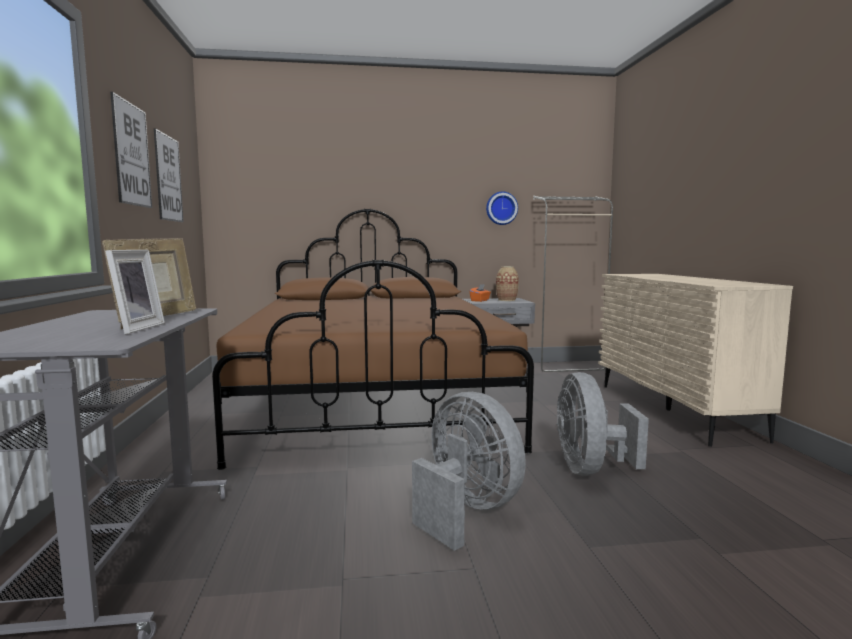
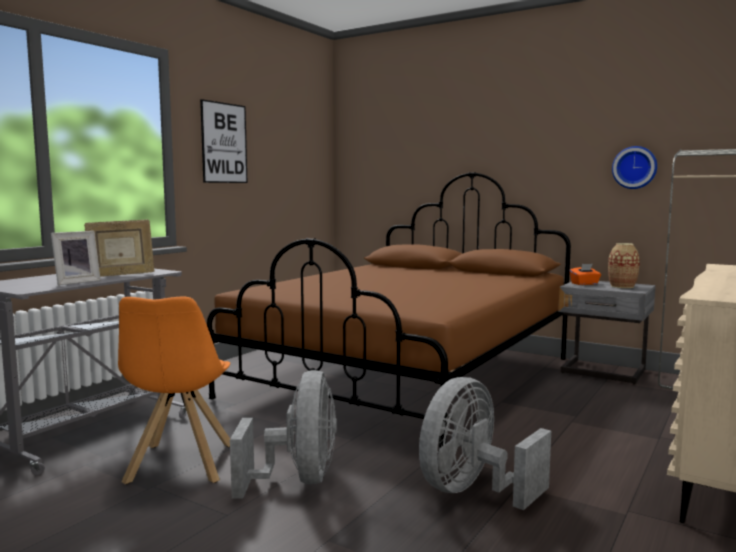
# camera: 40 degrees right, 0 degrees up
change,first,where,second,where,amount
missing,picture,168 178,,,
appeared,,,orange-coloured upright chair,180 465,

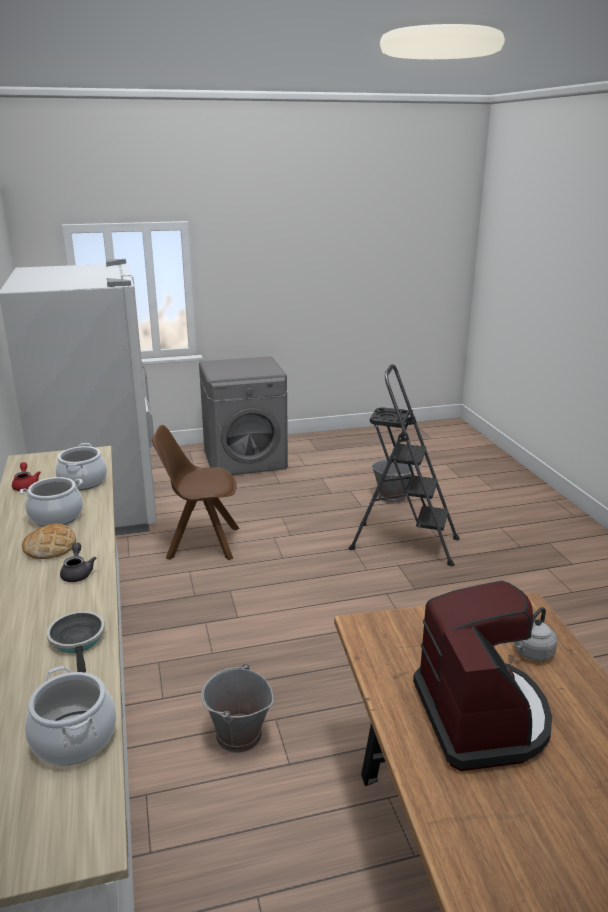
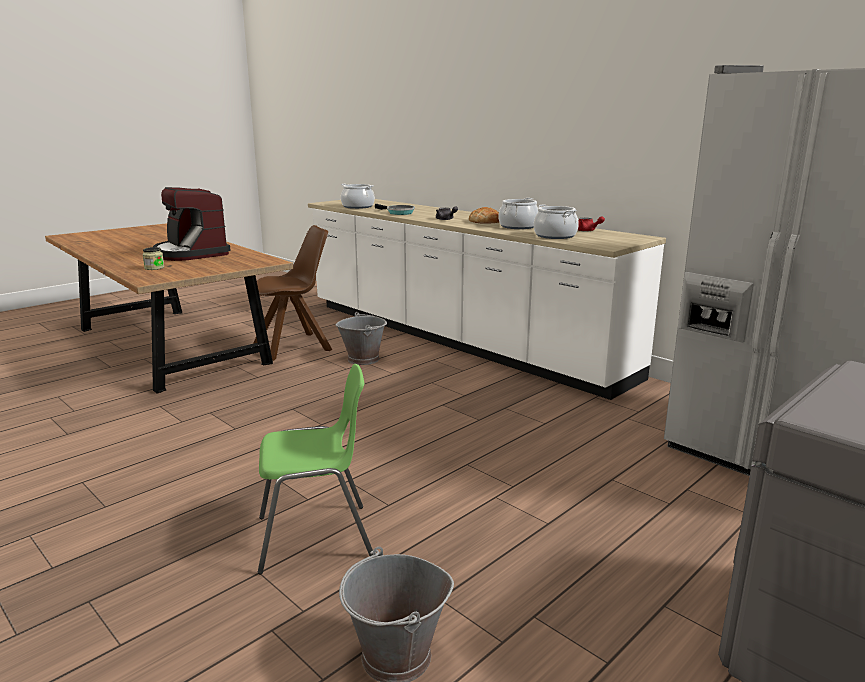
# camera: 150 degrees right, 5 degrees down
change,first,where,second,where,amount
relocated,brown upright chair,201 543,,294 346,
exchanged,stepladder,403 543,green-coloured upright chair,316 537,
exchanged,grey water kettle,532 653,storage jar,154 268,

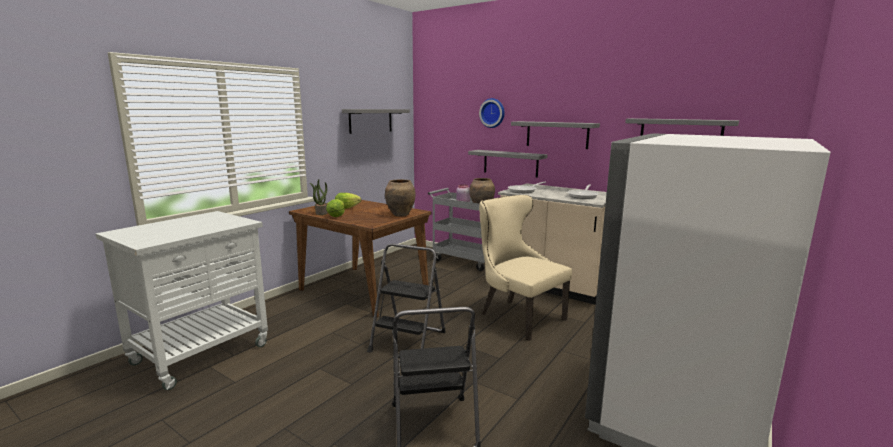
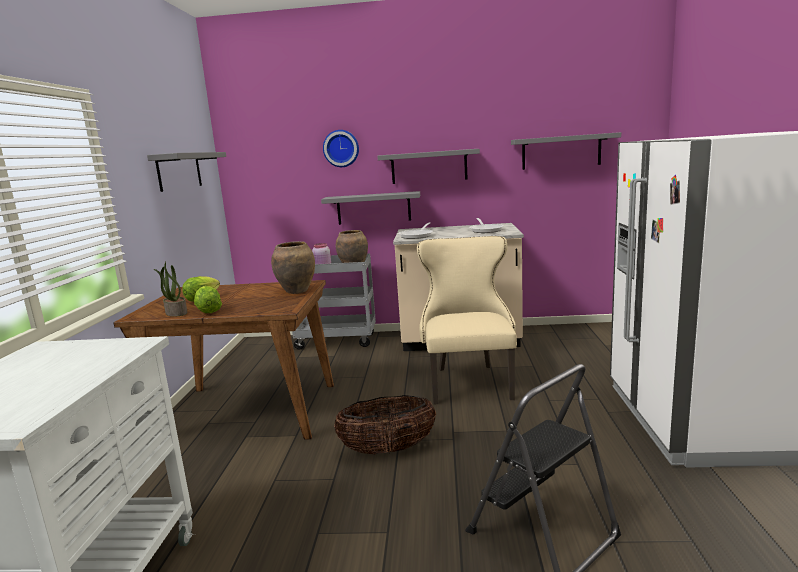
# camera: 30 degrees left, 0 degrees up
change,first,where,second,where,amount
exchanged,black-coloured stepladder,410 340,storage basket,388 449,
spun,beige upright chair,518 317,,468 382,75 degrees clockwise

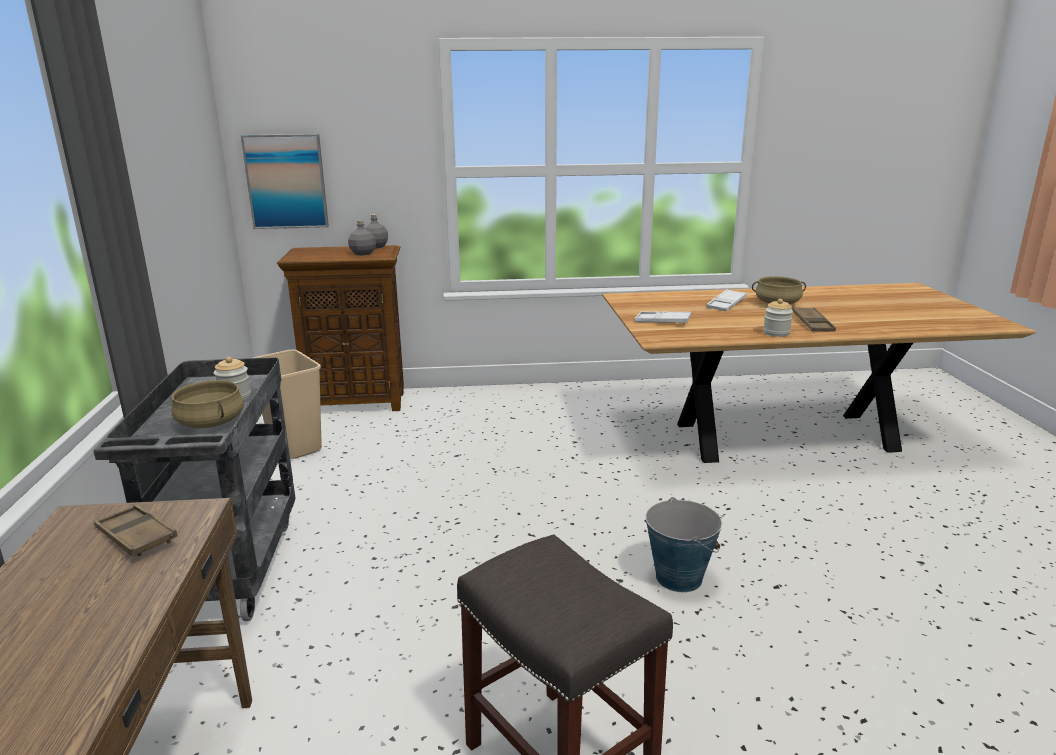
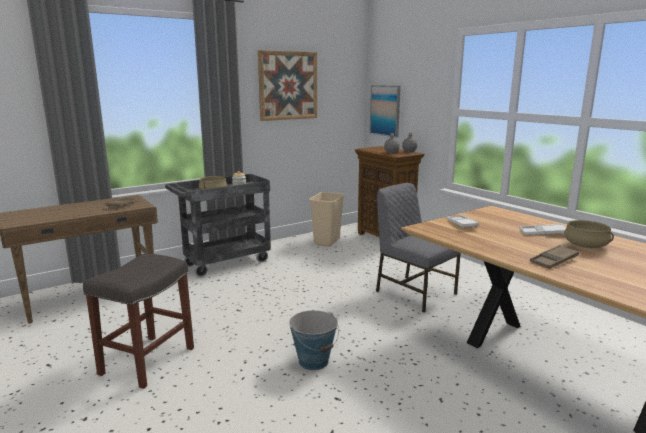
# camera: 60 degrees right, 5 degrees down
change,first,where,second,where,amount
missing,storage jar,776 333,,,
appeared,,,picture,288 85,
appeared,,,grey upright chair,414 292,

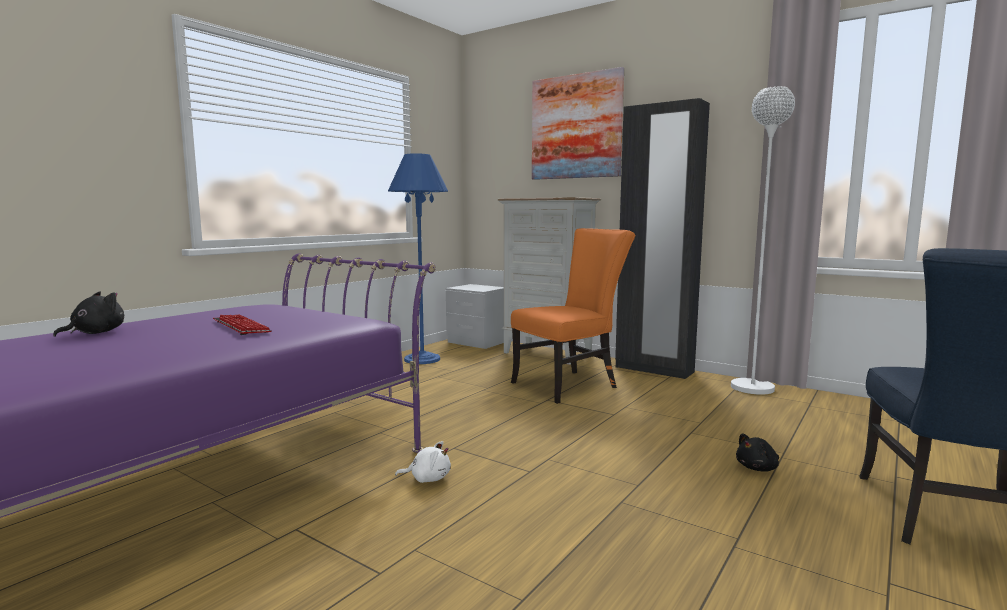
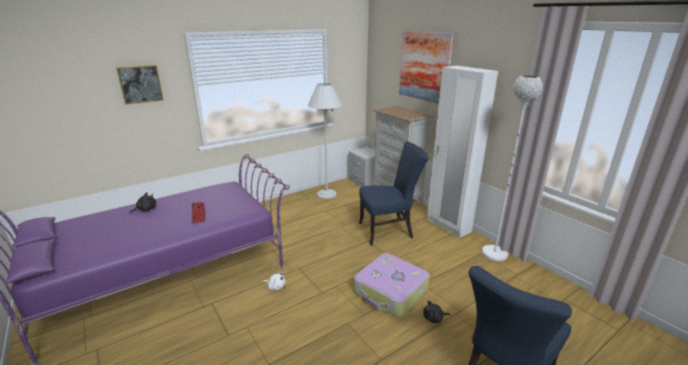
# camera: 20 degrees right, 15 degrees up
change,first,where,second,where,amount
appeared,,,picture,140 84,
appeared,,,suitcase,390 292,
colour,bluish standing lamp,422 359,whitish standing lamp,326 194,
colour,orange-coloured upright chair,570 384,bluish upright chair,389 230,
colour,black-coloured armoire,654 369,whitish armoire,448 225,

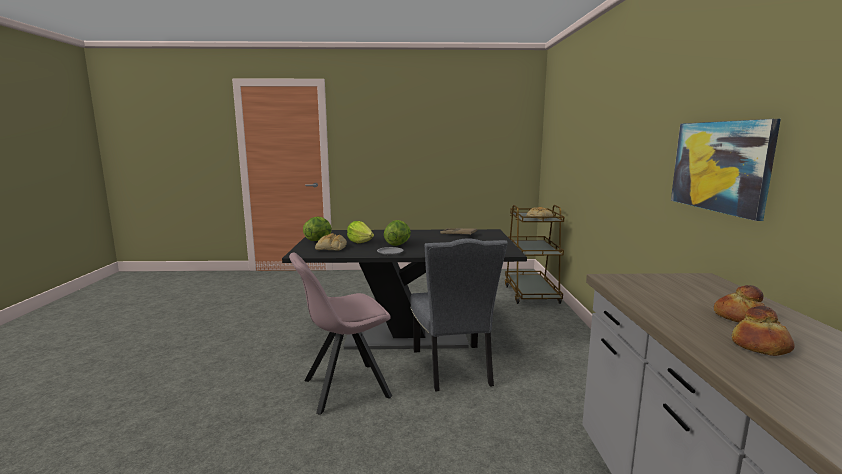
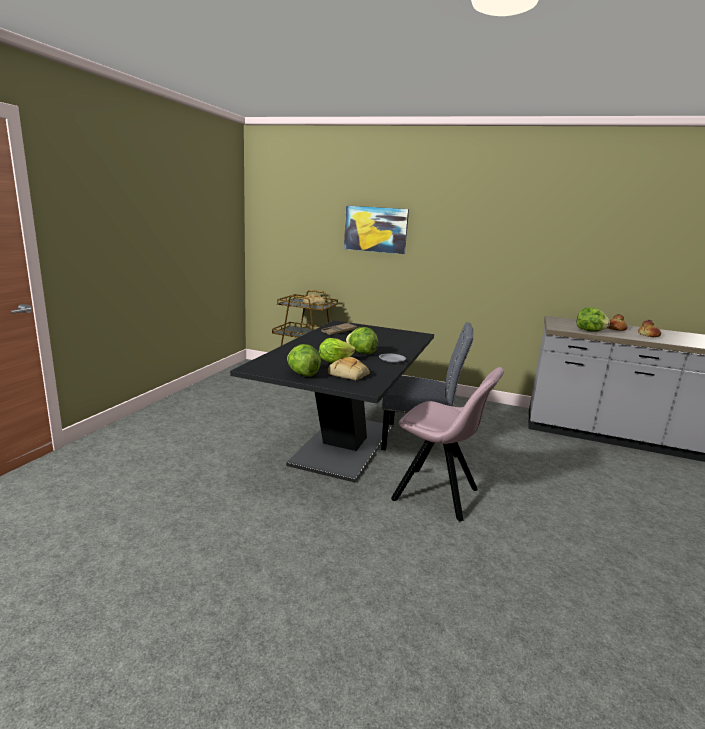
# camera: 70 degrees left, 5 degrees up
change,first,where,second,where,amount
appeared,,,lettuce,590 331,
relocated,picture,720 166,,375 229,
spun,pink upright chair,345 388,,436 494,60 degrees counterclockwise

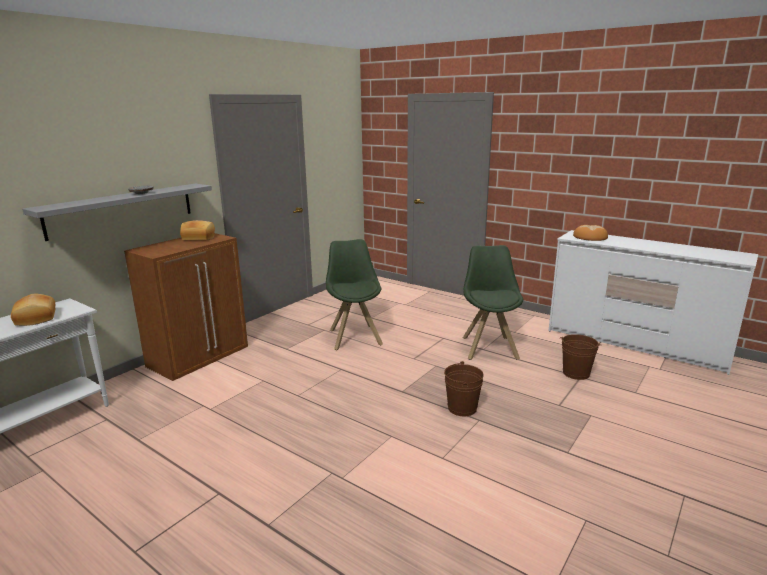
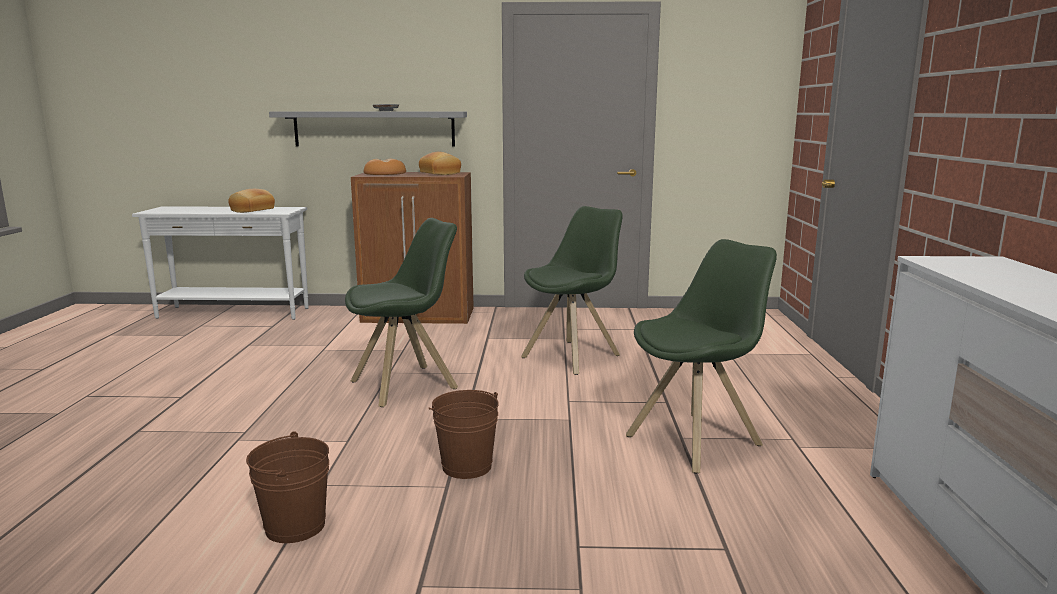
# camera: 55 degrees right, 5 degrees down
change,first,where,second,where,amount
appeared,,,green-coloured upright chair,405 385,
relocated,brown bucket,576 373,,295 526,
relocated,bread,589 237,,385 173,

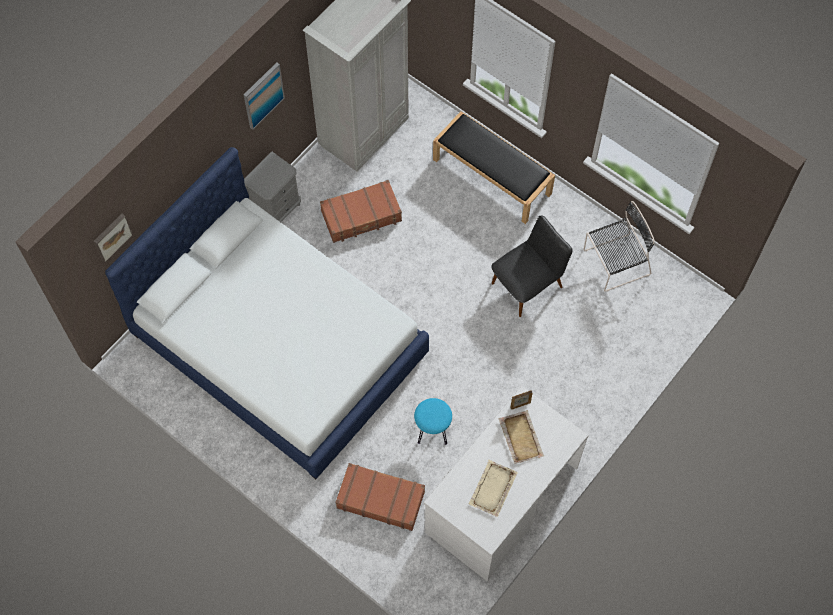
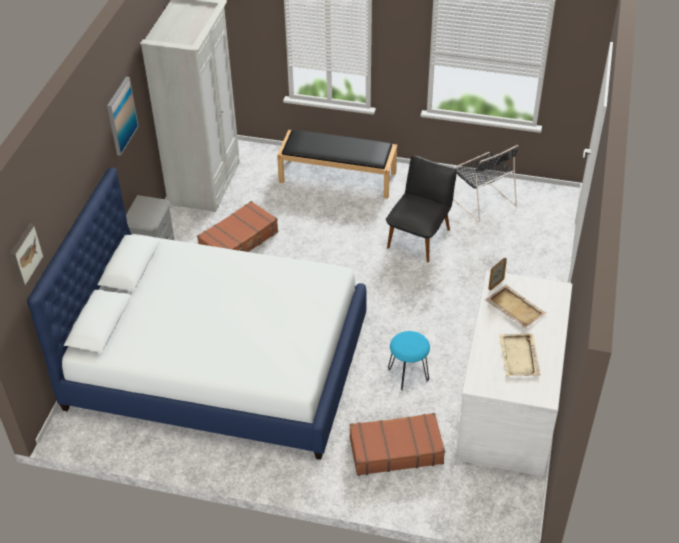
# camera: 25 degrees left, 20 degrees down
change,first,where,second,where,amount
spun,black-coloured upright chair,614 263,,481 199,105 degrees clockwise

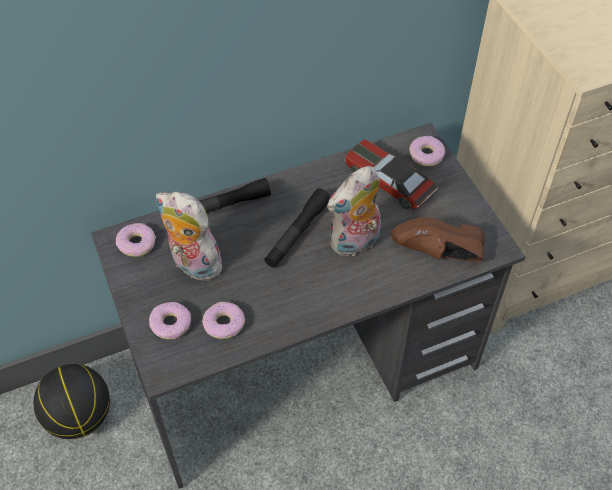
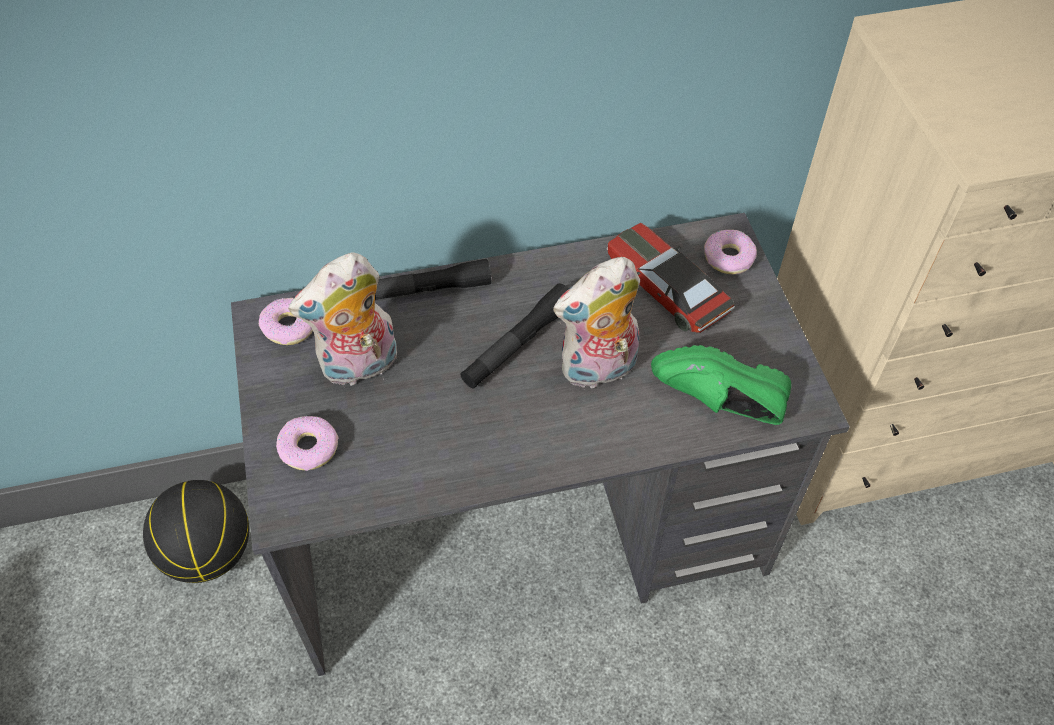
# camera: 10 degrees right, 0 degrees up
change,first,where,second,where,amount
missing,ring doughnut,224 324,,,
colour,brown item of footwear,439 254,green-coloured item of footwear,719 404,
spun,plush toy,192 264,,359 367,75 degrees counterclockwise

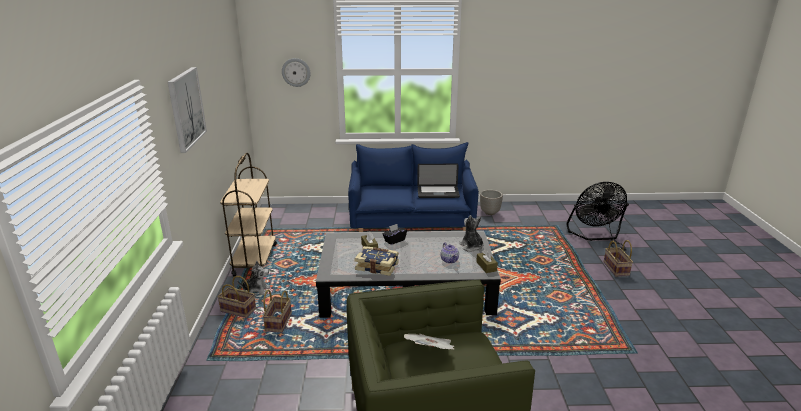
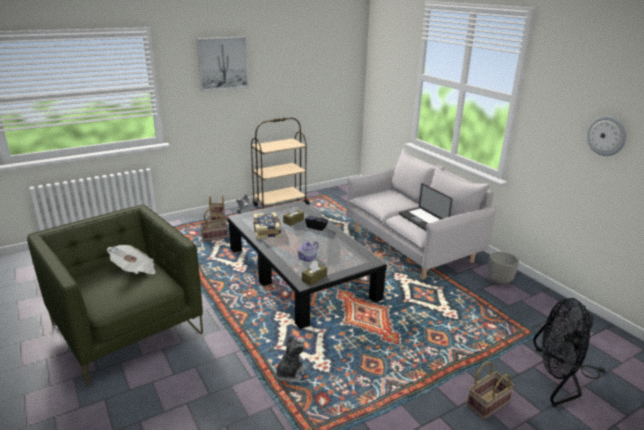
# camera: 60 degrees right, 0 degrees up
change,first,where,second,where,amount
relocated,wall clock,296 72,,606 135,
relocated,plush toy,471 247,,290 373,
colour,bluish sofa,411 225,grey sofa,410 245,
spun,black-coloured cooling fan,600 236,,561 376,135 degrees counterclockwise

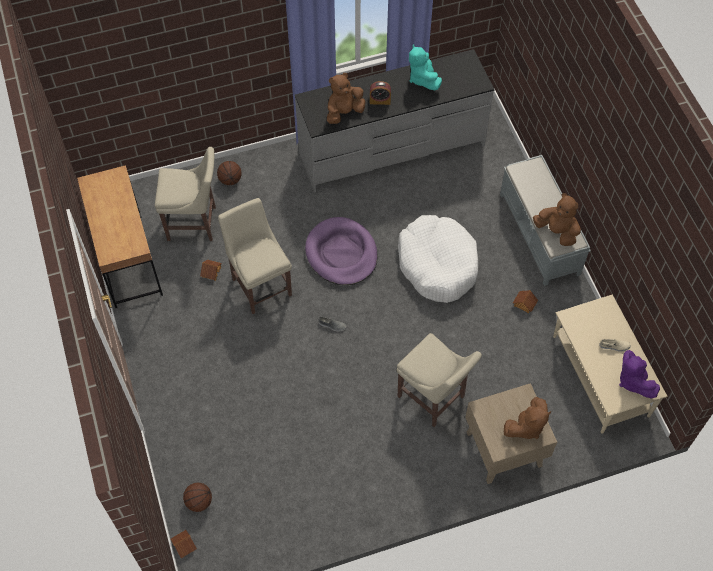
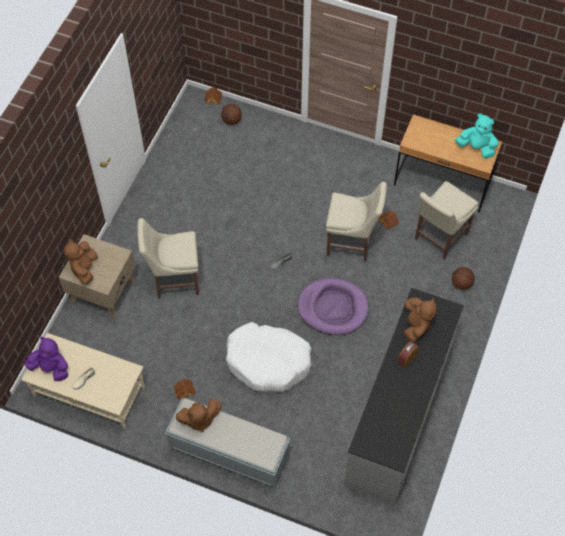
# camera: 130 degrees right, 0 degrees up
change,first,where,second,where,amount
relocated,turquoise plush toy,423 79,,476 148,

